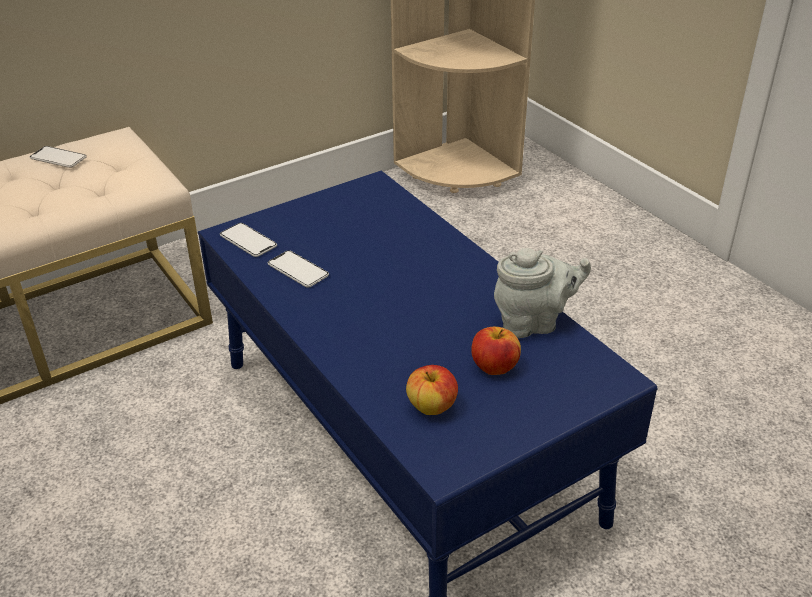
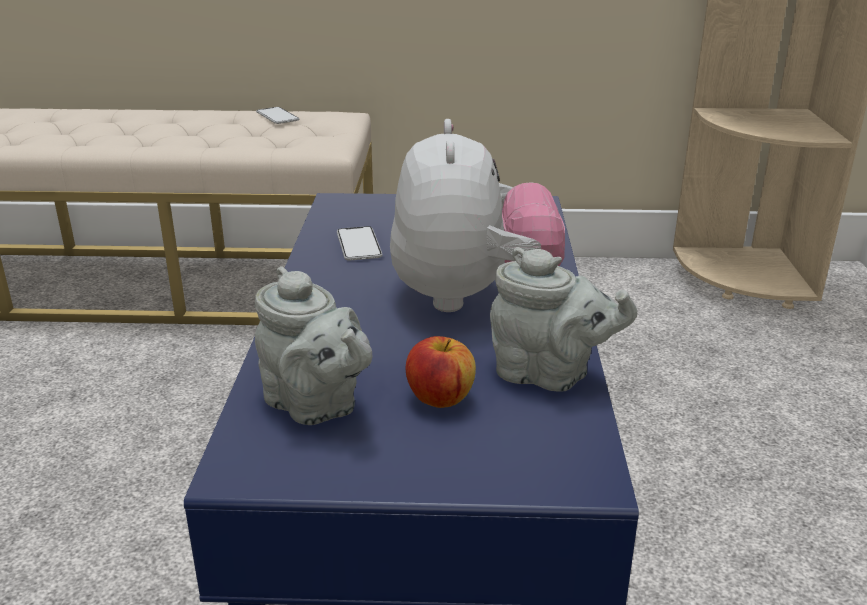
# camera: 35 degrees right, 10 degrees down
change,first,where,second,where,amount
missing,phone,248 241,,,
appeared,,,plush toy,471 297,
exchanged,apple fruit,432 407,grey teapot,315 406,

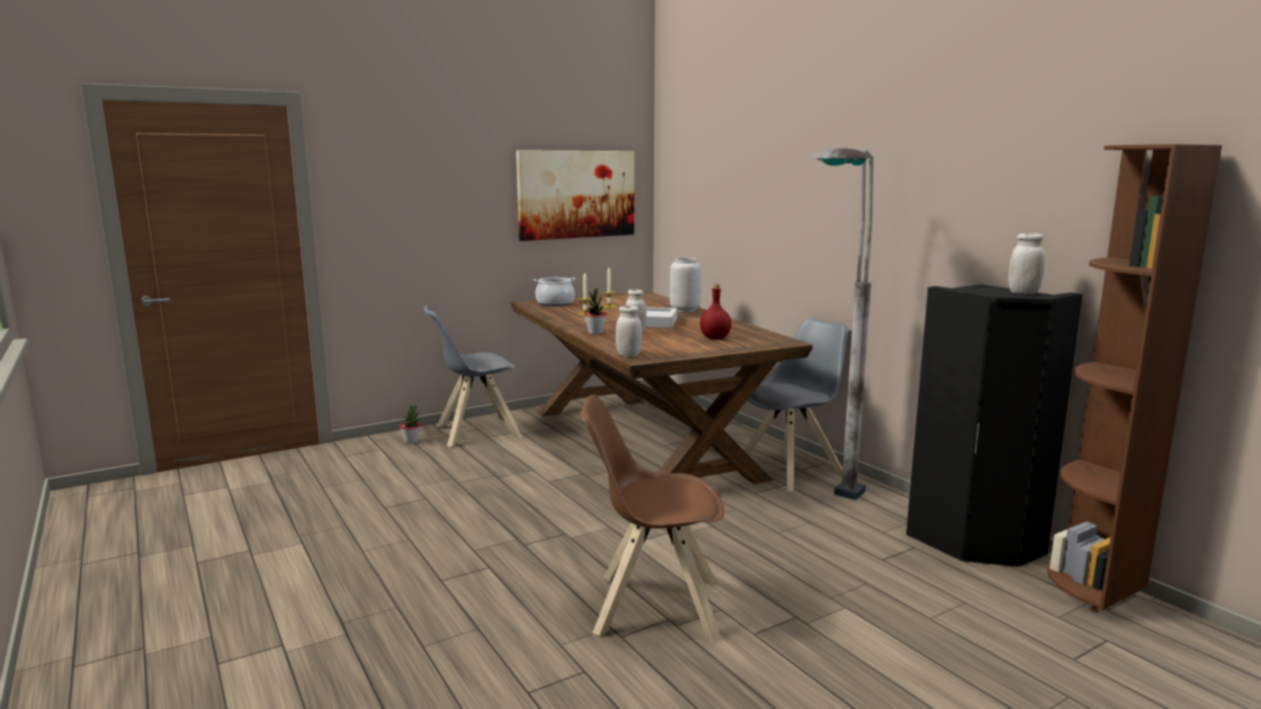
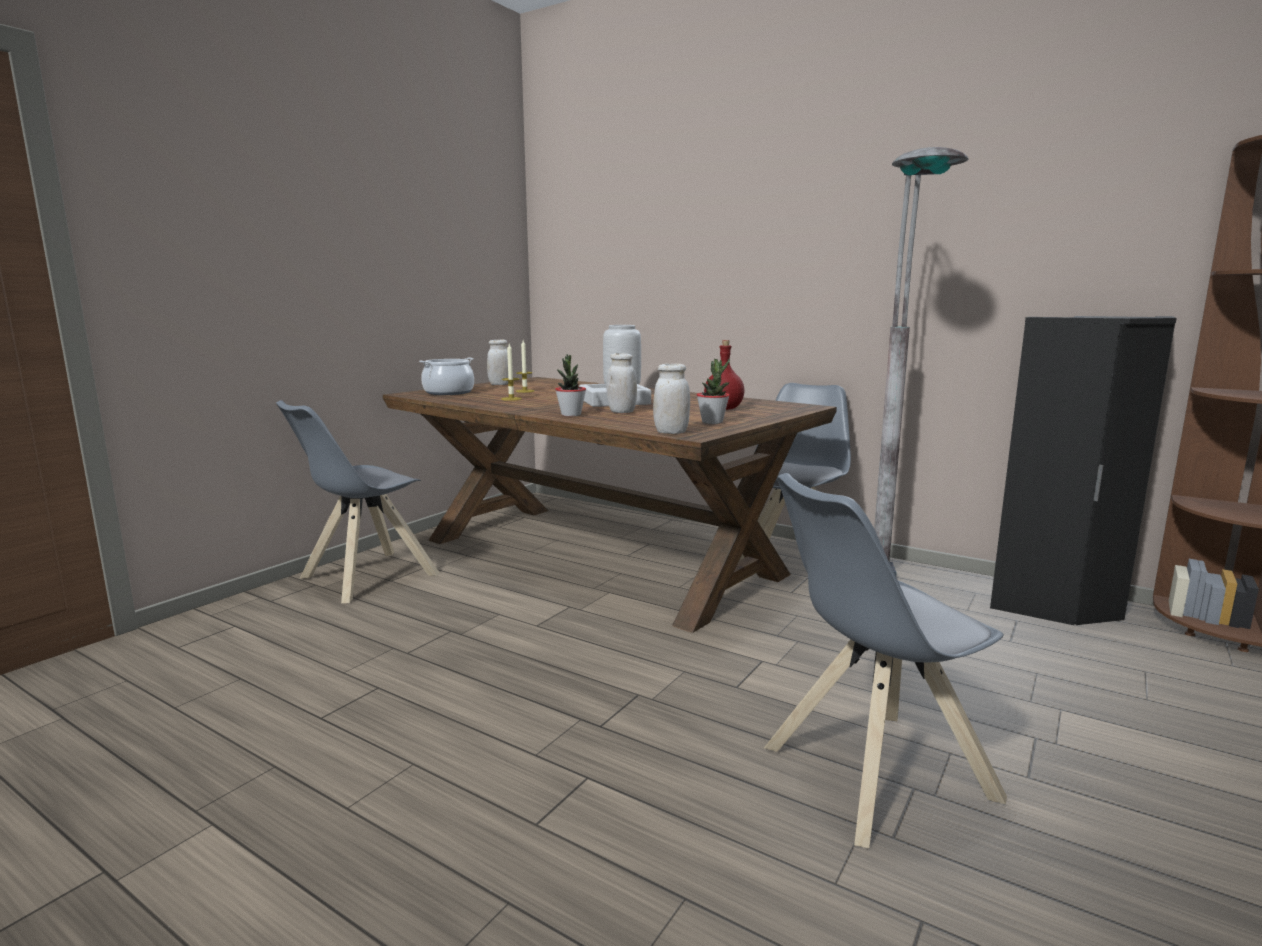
# camera: 25 degrees left, 0 degrees up
change,first,where,second,where,amount
missing,picture,577 194,,,
relocated,houseplant,411 441,,712 422,
relocated,whitish storage jar,1023 293,,499 384,
colour,brown upright chair,653 606,grey upright chair,872 774,

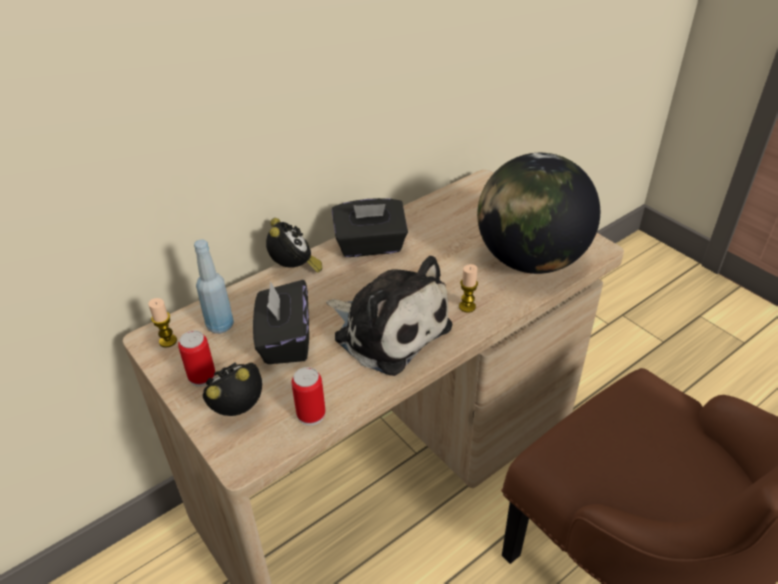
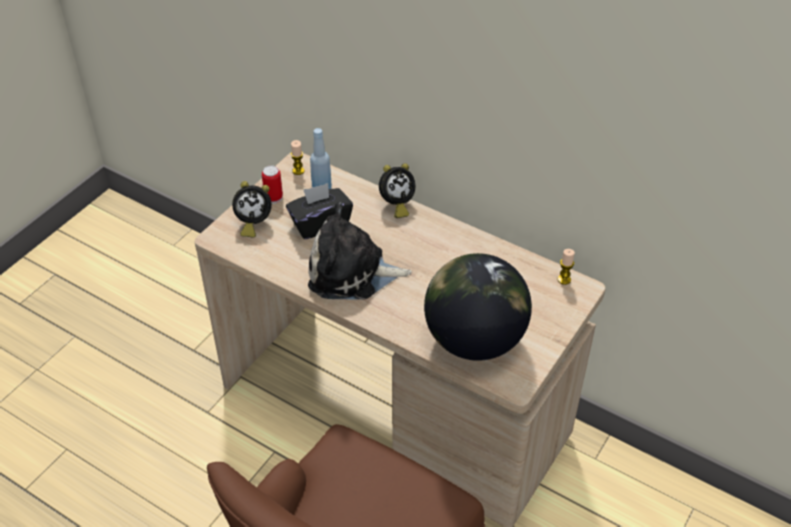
# camera: 70 degrees right, 5 degrees up
change,first,where,second,where,amount
missing,can,311 414,,,
missing,black-coloured box of tissues,370 246,,,
relocated,candle,467 306,,564 279,
spun,bedside clock,240 409,,253 223,135 degrees clockwise
spun,plush toy,388 329,,352 273,75 degrees clockwise

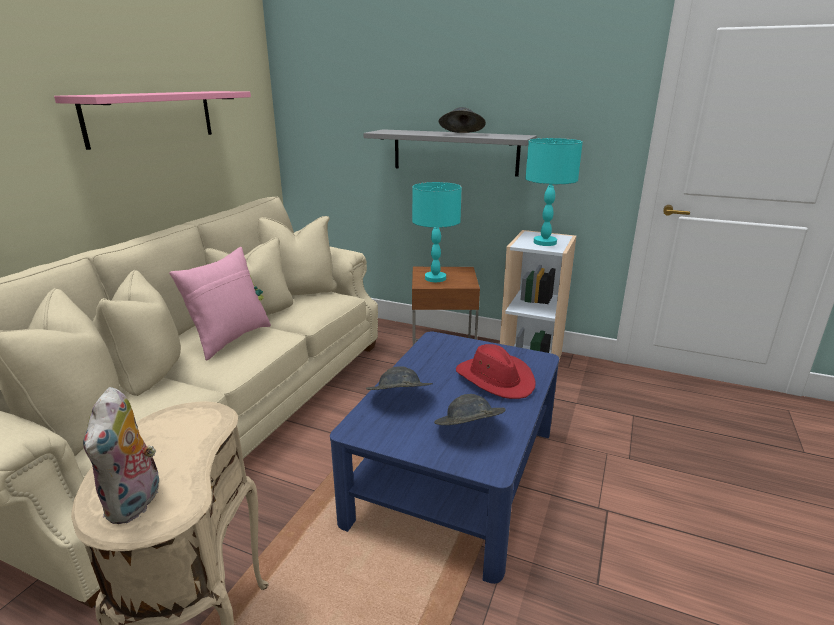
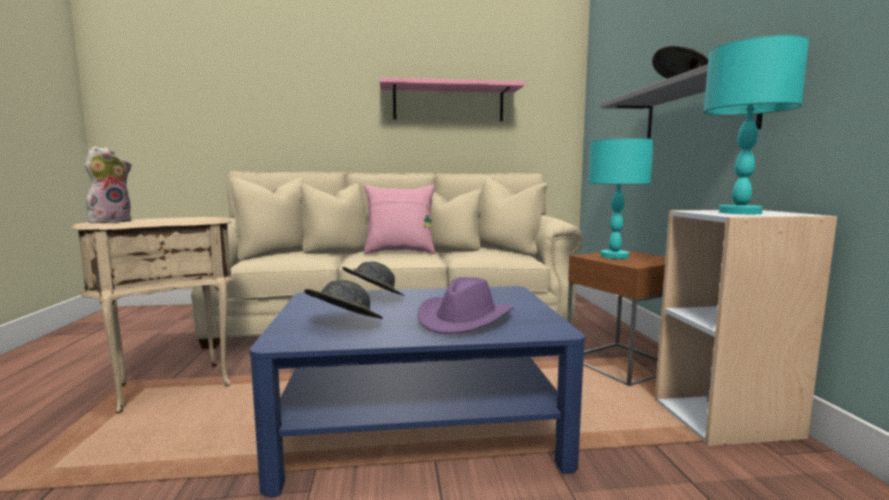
# camera: 60 degrees right, 15 degrees down
change,first,where,second,where,amount
colour,reddish hat,495 379,purplish hat,465 319,
spun,plush toy,136 503,,110 222,150 degrees clockwise

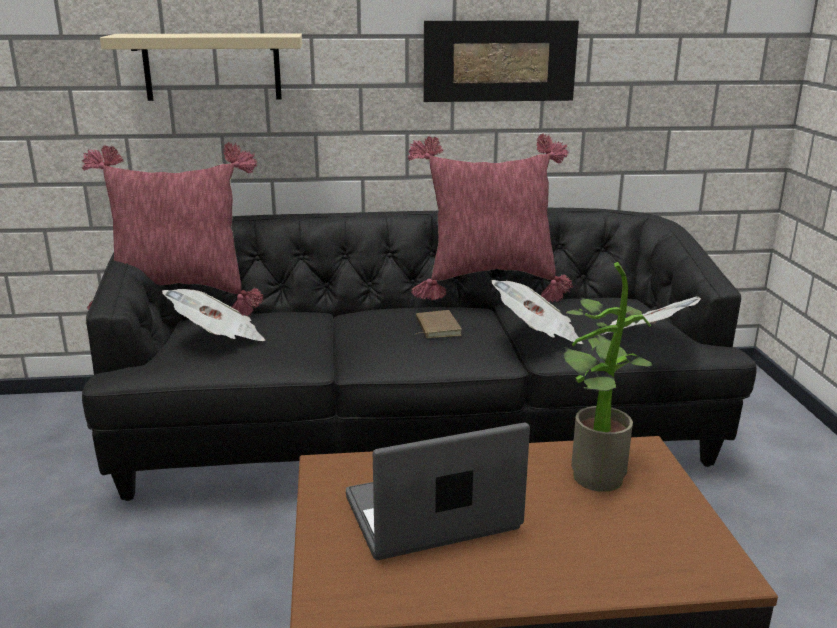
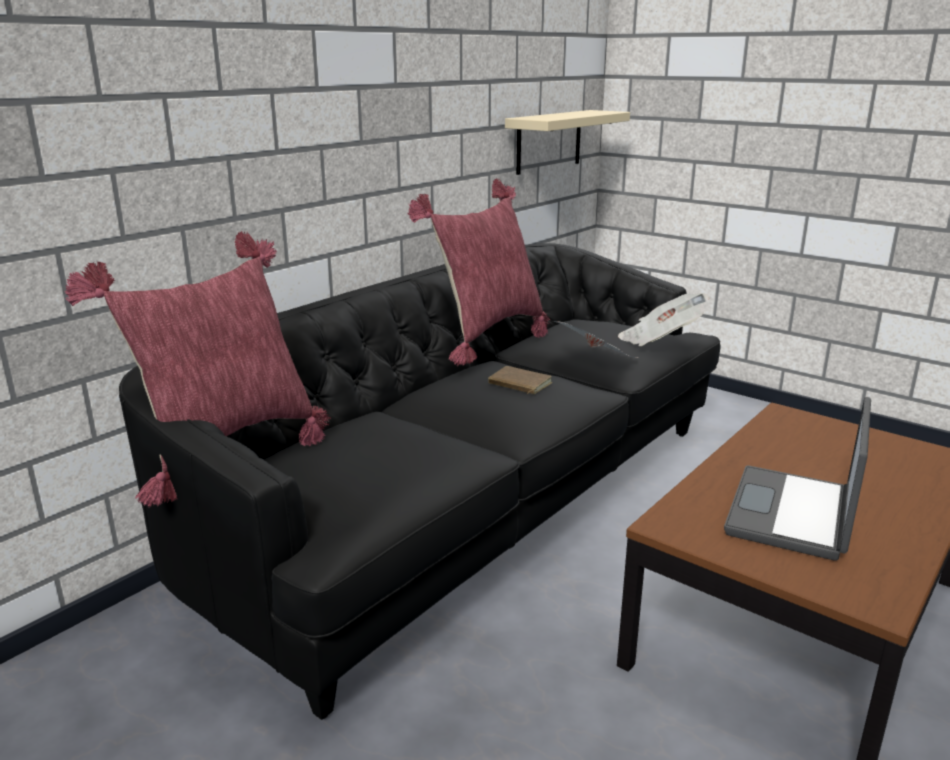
# camera: 45 degrees left, 0 degrees up
change,first,where,second,where,amount
missing,printed paper,218 338,,,
missing,picture,499 61,,,
missing,houseplant,592 473,,,
relocated,beige wall shelf,212 67,,549 141,

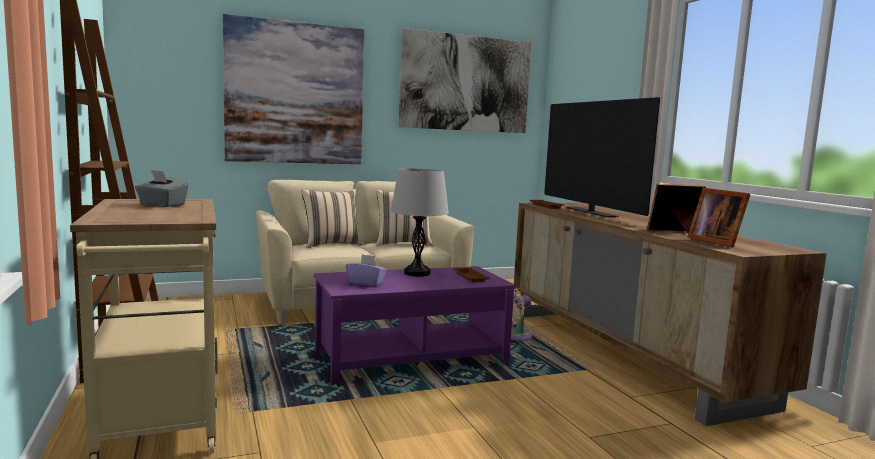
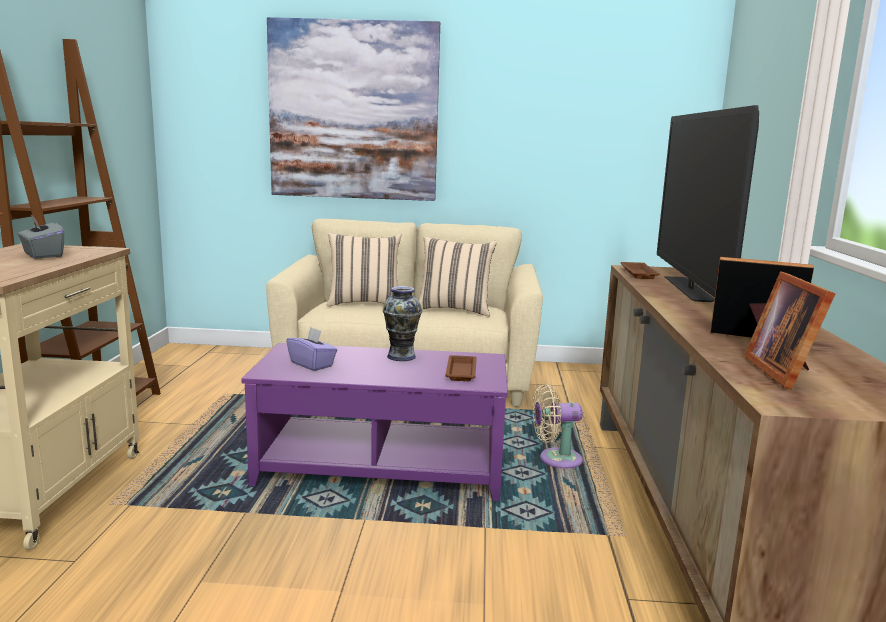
# camera: 25 degrees right, 5 degrees up
change,first,where,second,where,amount
missing,picture,466 83,,,
exchanged,grey lamp for a table,417 273,flower vase,401 356,

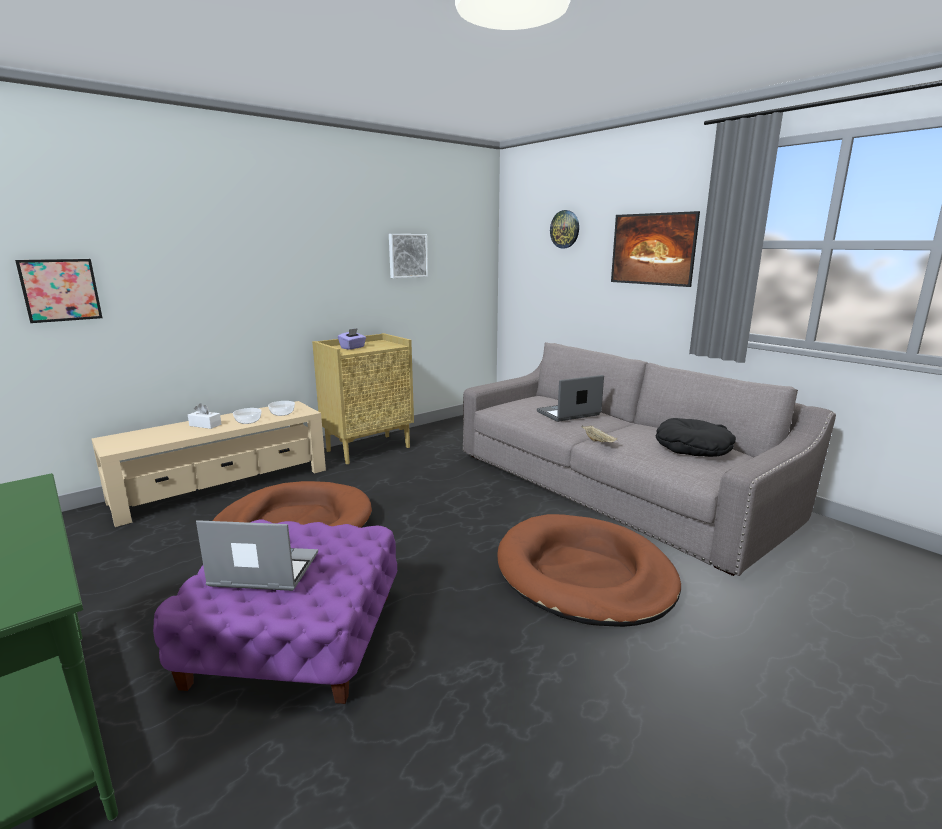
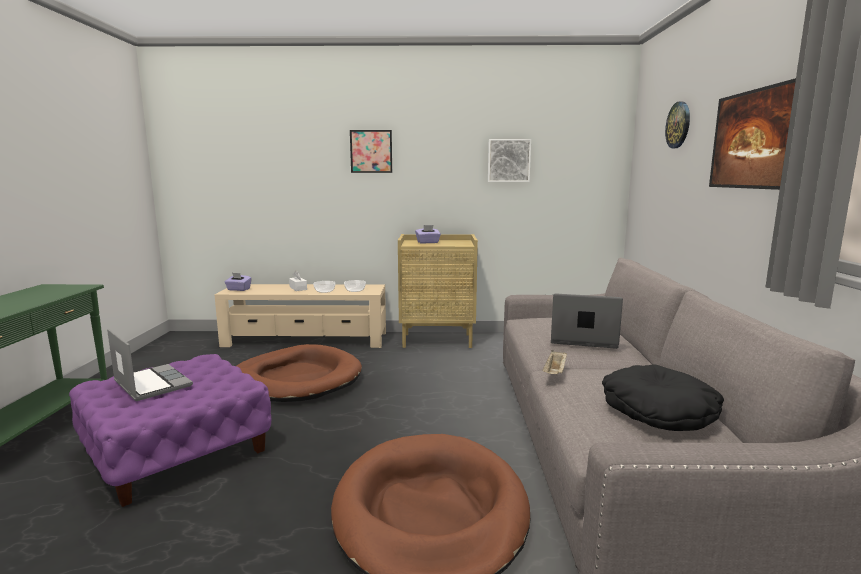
# camera: 40 degrees right, 5 degrees down
change,first,where,second,where,amount
appeared,,,purplish box of tissues,238 289,
relocated,picture,60 290,,371 151,

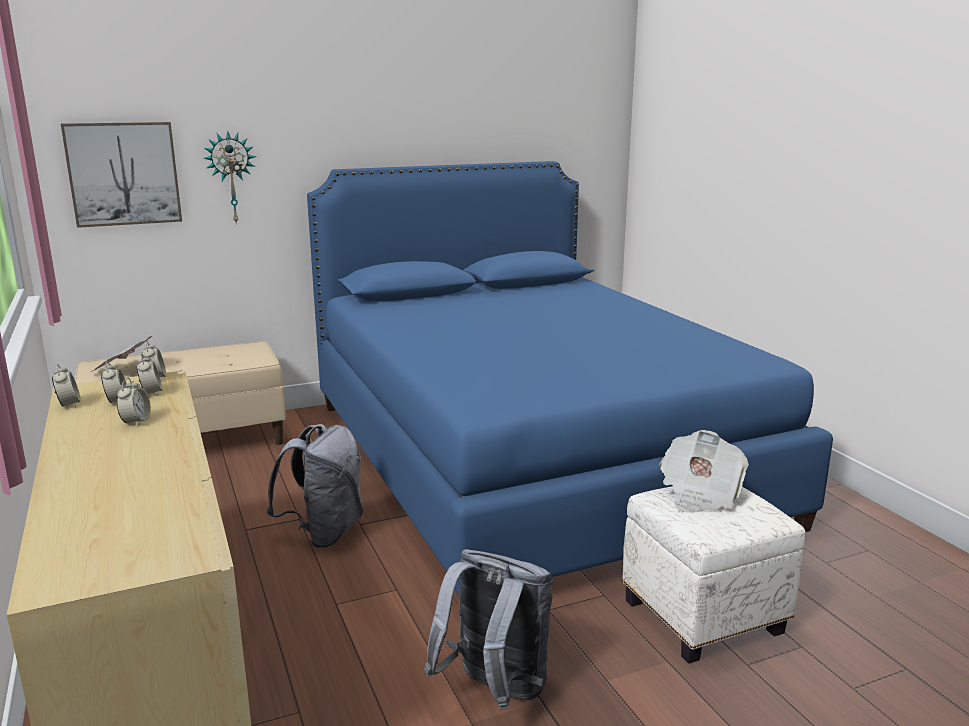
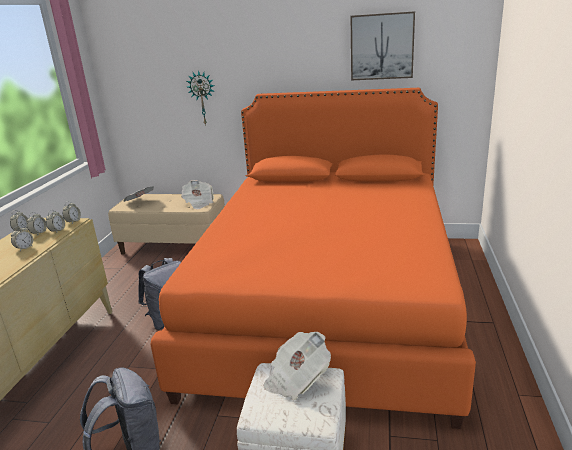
# camera: 35 degrees right, 5 degrees up
change,first,where,second,where,amount
appeared,,,printed paper,199 203,
relocated,picture,123 174,,382 46,
colour,bluish sleeping bed,529 460,orange-coloured sleeping bed,327 303,

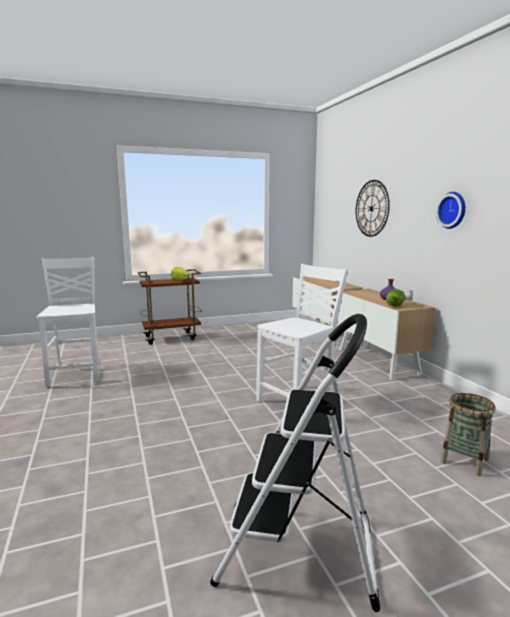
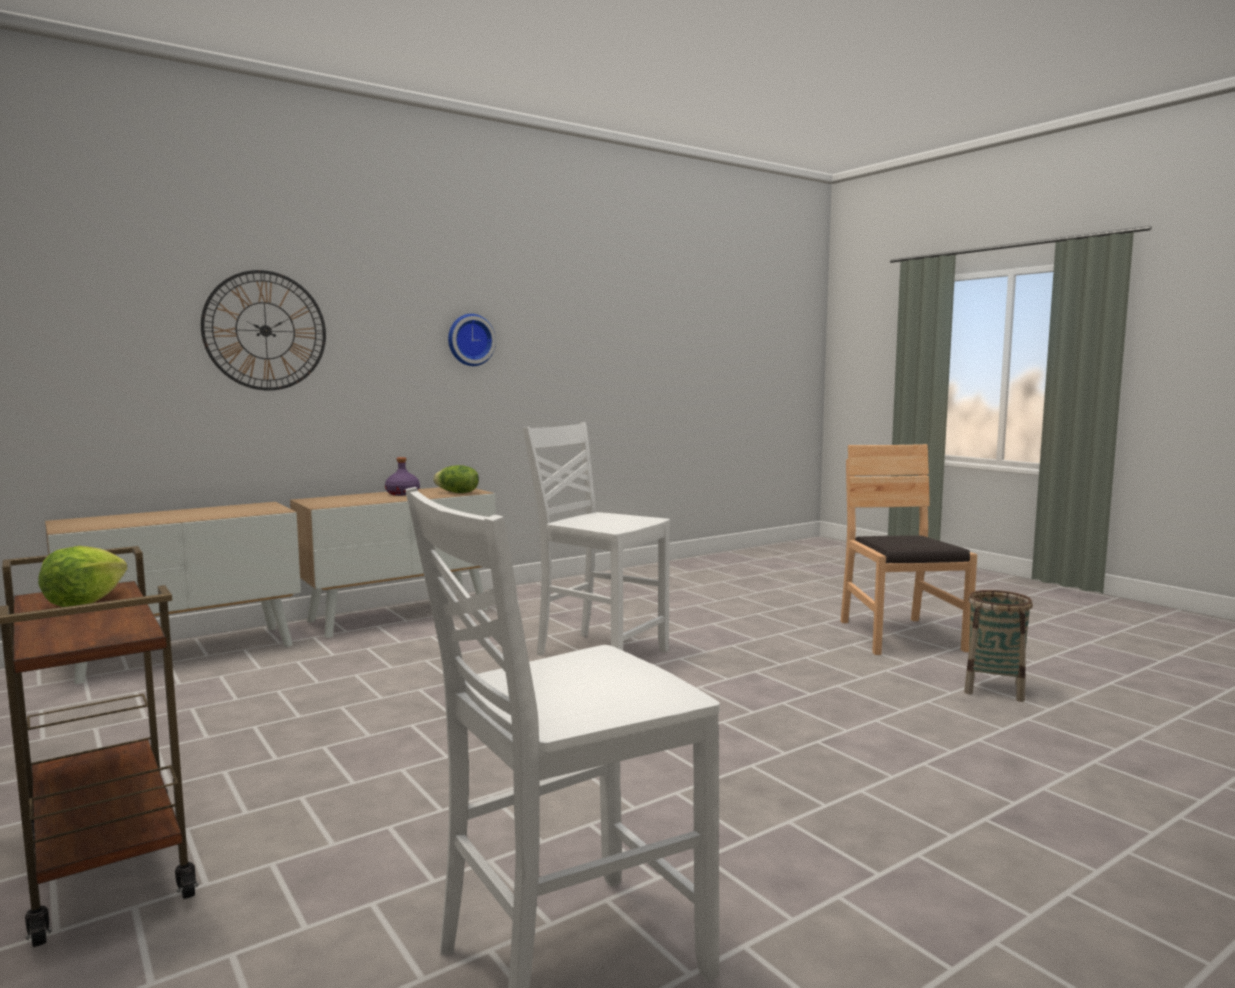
# camera: 105 degrees left, 5 degrees down
change,first,where,second,where,amount
relocated,storage basket,464 461,,994 688,
exchanged,stepladder,301 553,brown upright chair,900 636,

